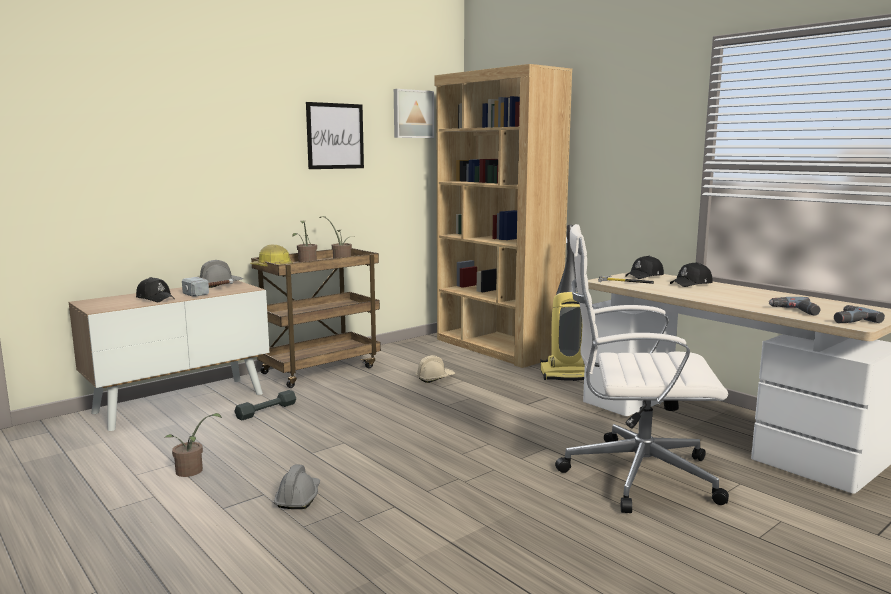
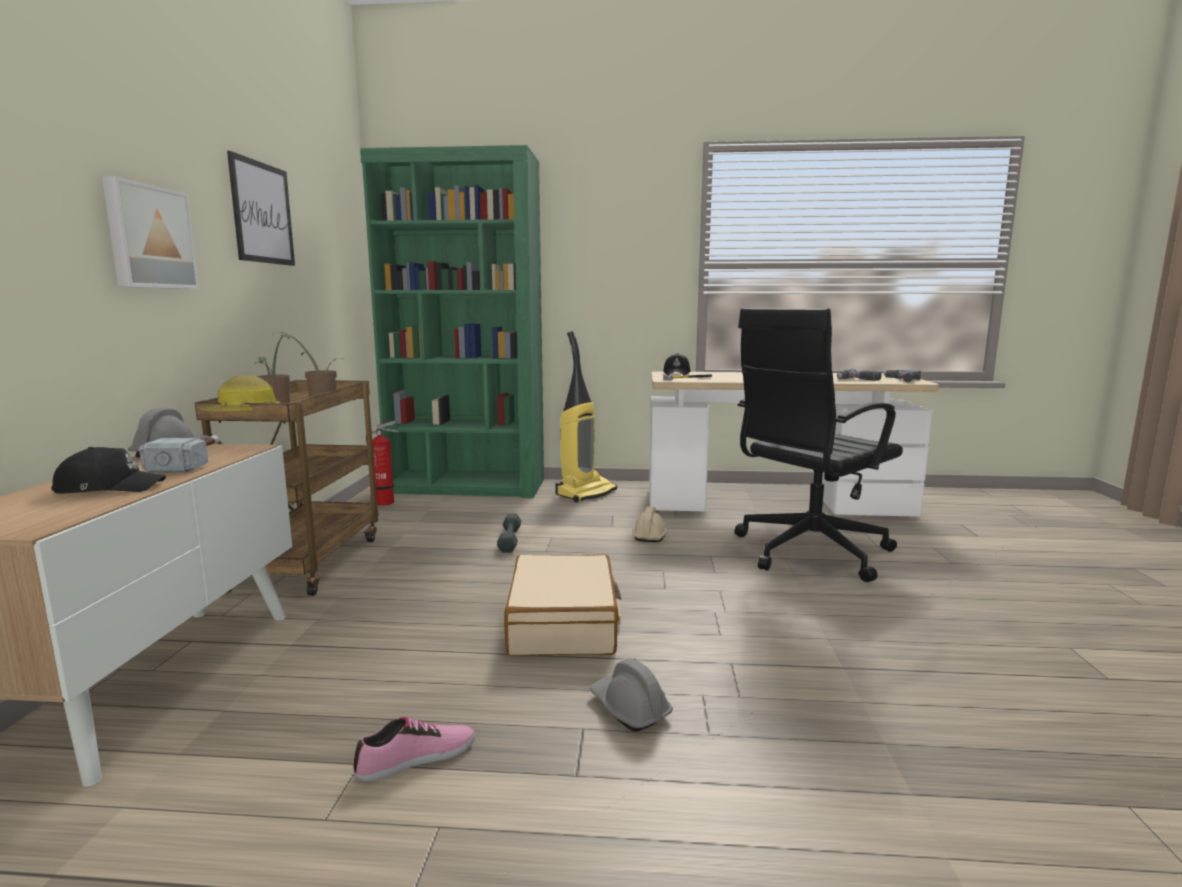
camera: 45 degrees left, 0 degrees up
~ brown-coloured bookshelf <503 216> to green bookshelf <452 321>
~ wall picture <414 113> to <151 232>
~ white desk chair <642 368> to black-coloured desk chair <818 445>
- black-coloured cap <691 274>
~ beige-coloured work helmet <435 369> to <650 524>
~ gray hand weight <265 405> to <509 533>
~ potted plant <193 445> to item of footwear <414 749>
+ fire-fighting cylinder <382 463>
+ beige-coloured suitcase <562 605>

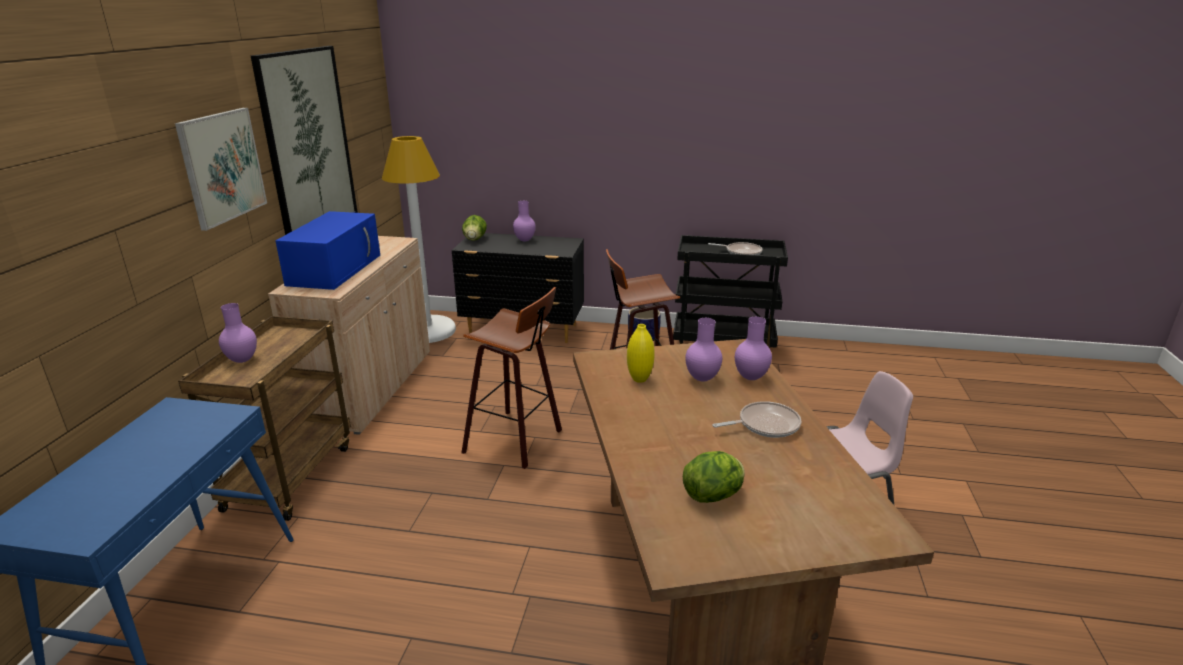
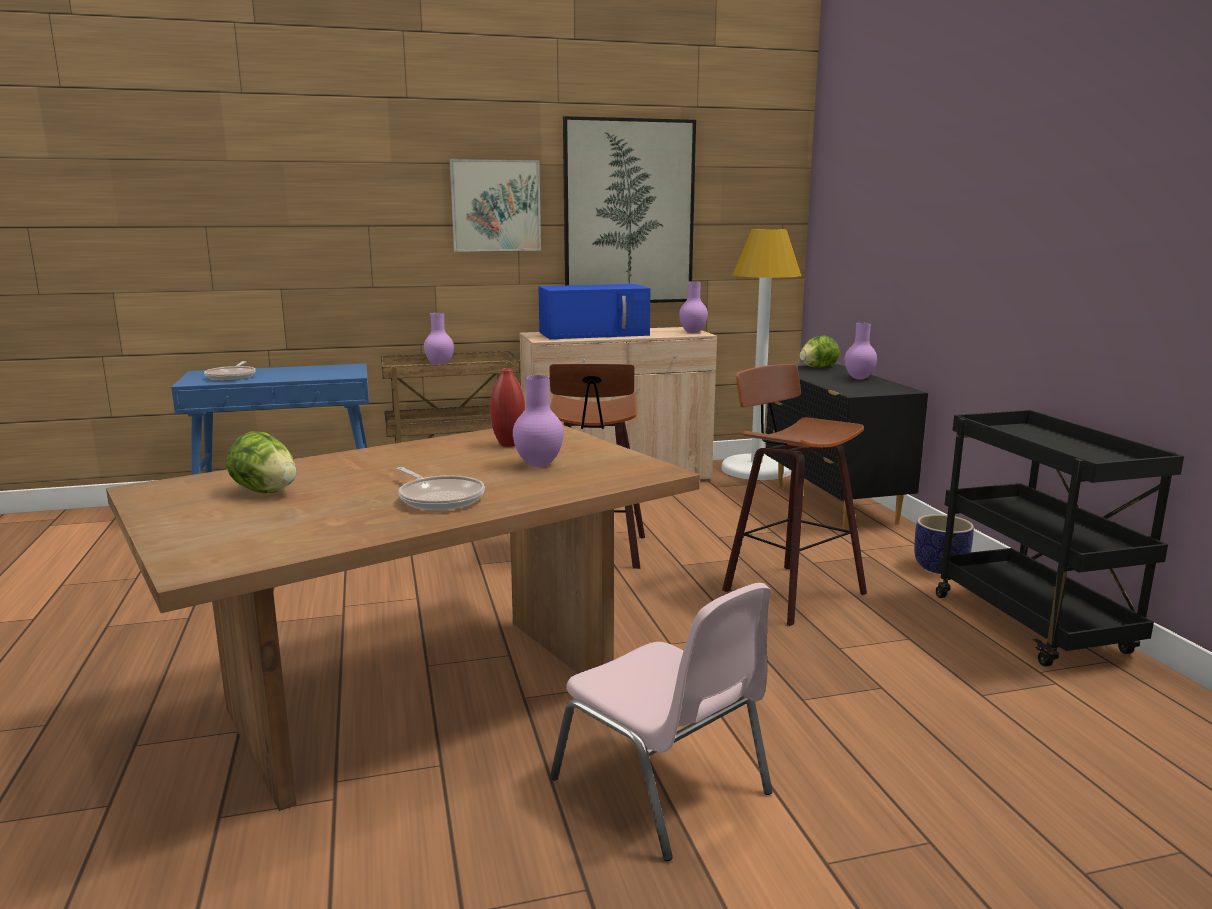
camera: 65 degrees right, 10 degrees down
~ skillet <735 248> to <230 371>
~ purple-coloured flower vase <753 348> to <693 307>
~ yellow flower vase <641 353> to reddish flower vase <507 407>

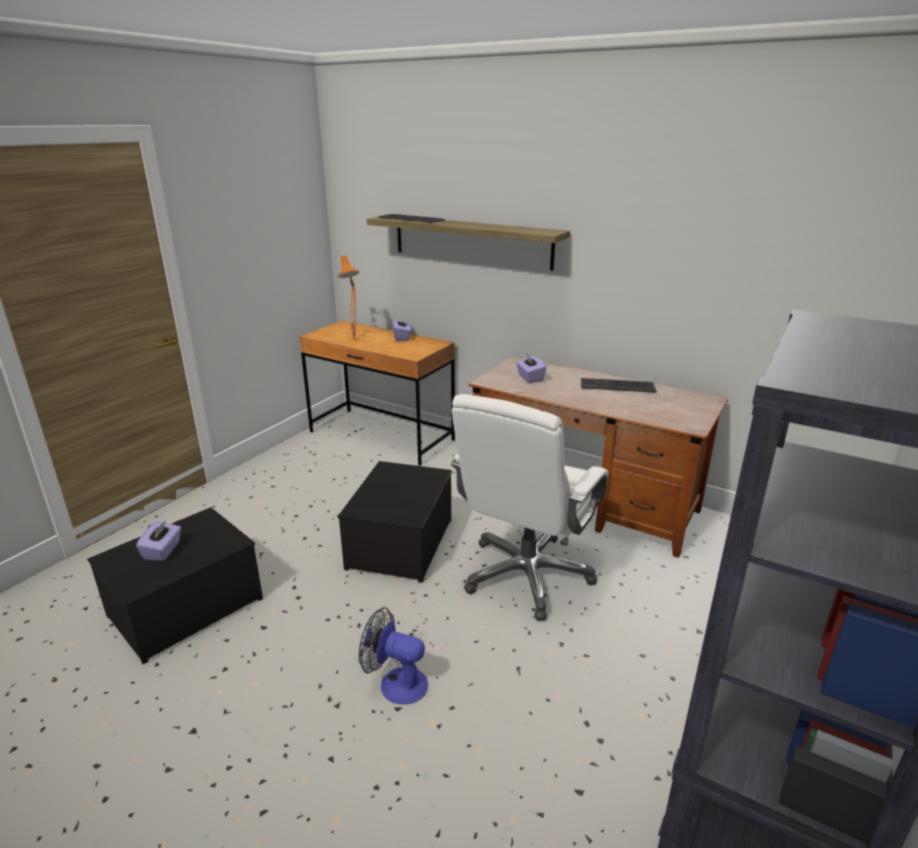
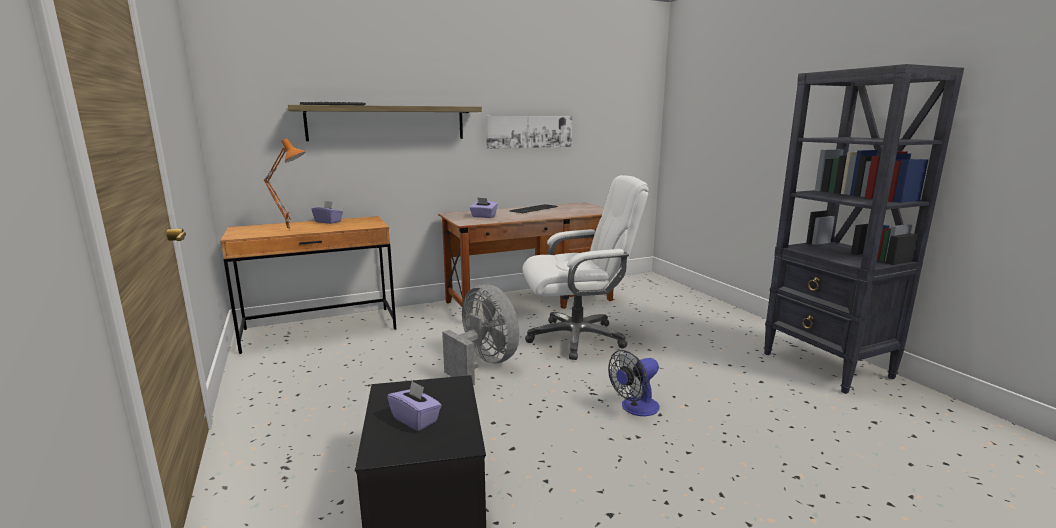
camera: 55 degrees left, 10 degrees down
~ white desk chair <530 507> = <585 267> 75 degrees counterclockwise
~ storage container <394 522> to gray fan <480 335>
+ wall picture <529 132>

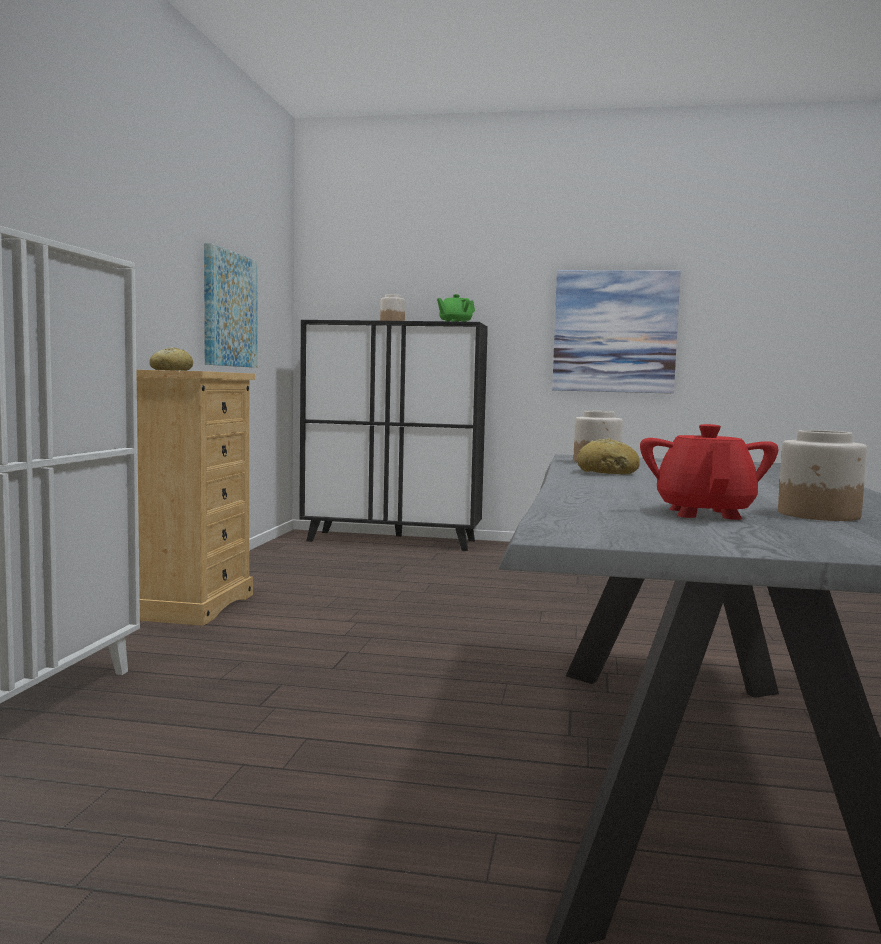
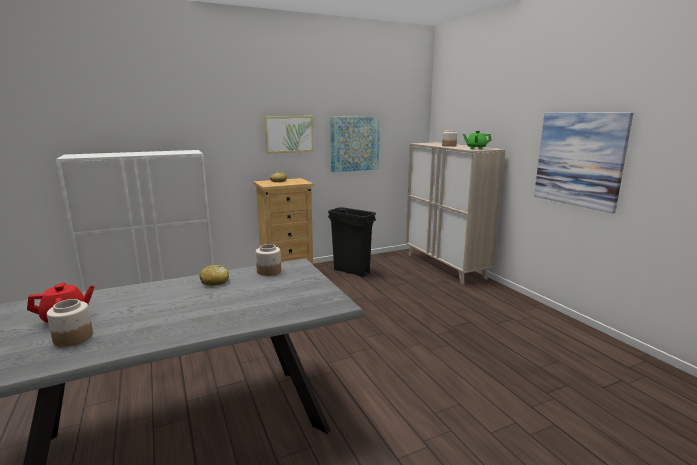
camera: 55 degrees right, 10 degrees up
~ black-coloured storage cabinet <393 435> to beige-coloured storage cabinet <455 213>
+ wall picture <289 135>
+ black-coloured trash can <352 242>

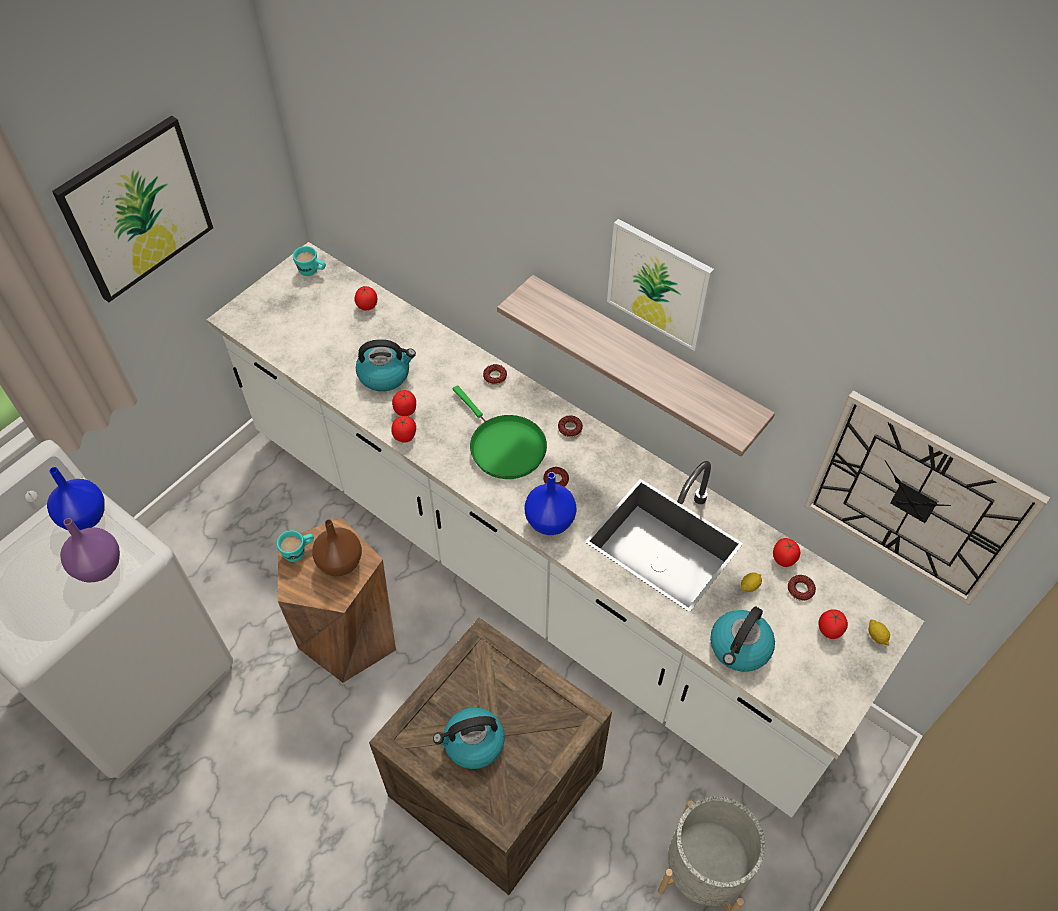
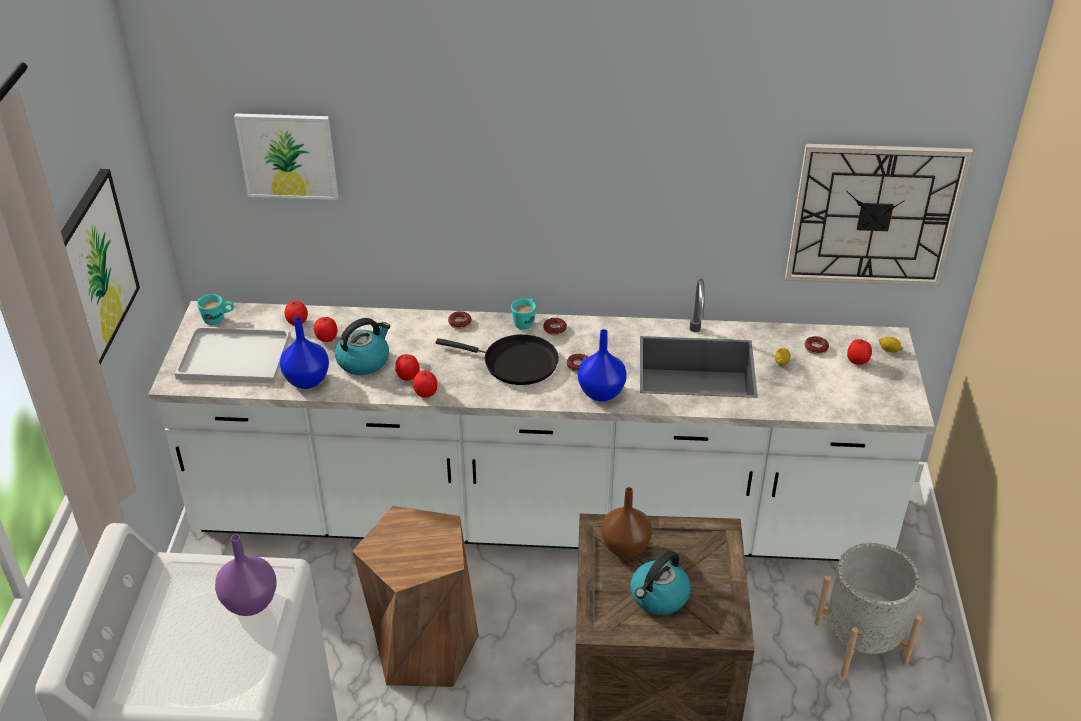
camera: 35 degrees left, 15 degrees down
~ wall picture <660 285> to <286 156>
- bracket shelf <636 365>
~ green skillet <500 432> to black-coloured skillet <497 359>
~ bluish flower vase <76 498> to <304 353>
~ brown-coloured flower vase <337 547> to <626 522>
~ turquoise tea mug <295 546> to <523 314>
~ tomato <786 552> to <326 329>
- kettle <742 639>
+ white serving tray <232 355>

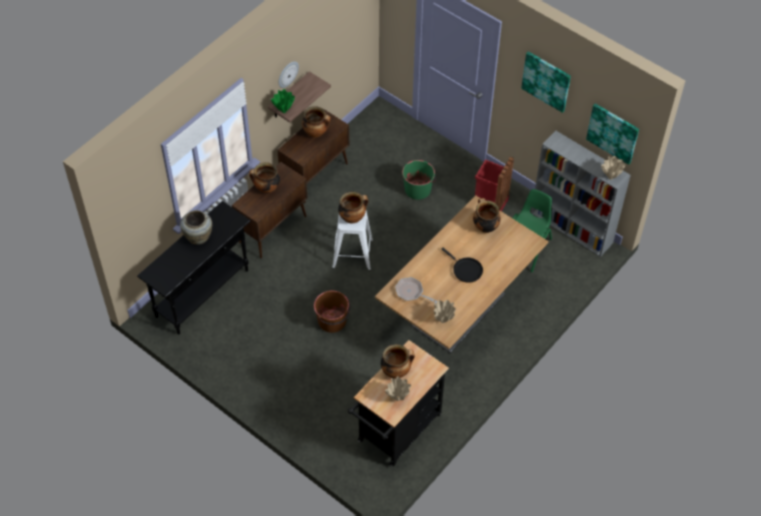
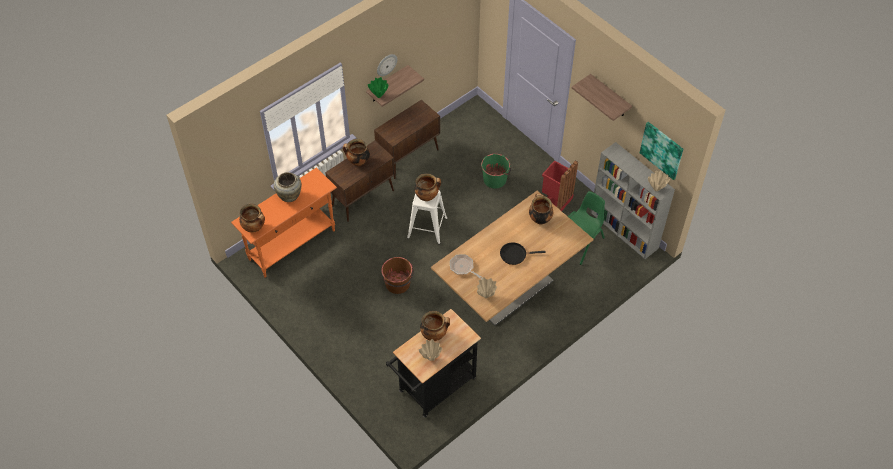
camera: 10 degrees right, 0 degrees up
~ wall picture <546 82> to bracket shelf <602 97>
~ stockpot <316 122> to <252 218>
~ black-coloured narrow table <194 268> to orange-coloured narrow table <284 222>
~ black-coloured skillet <462 265> = <523 253> 120 degrees clockwise

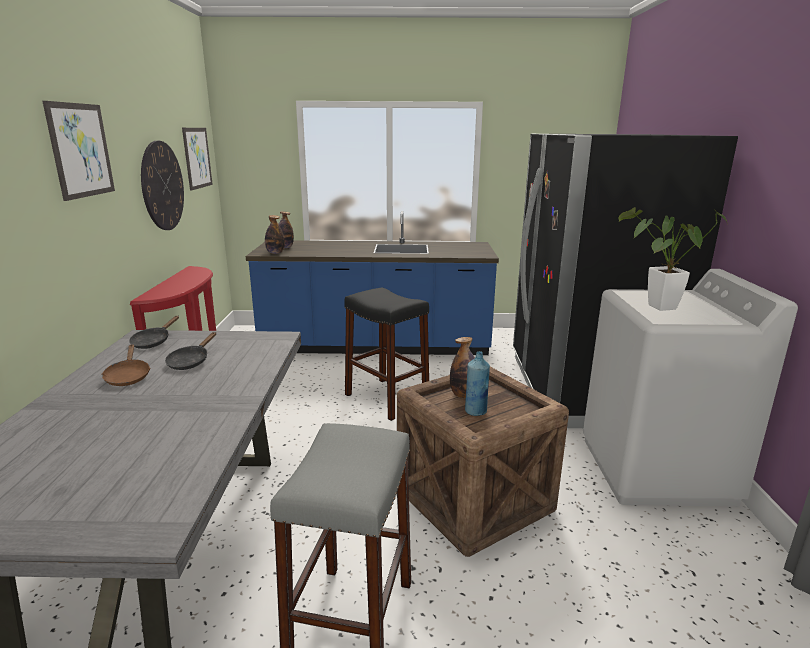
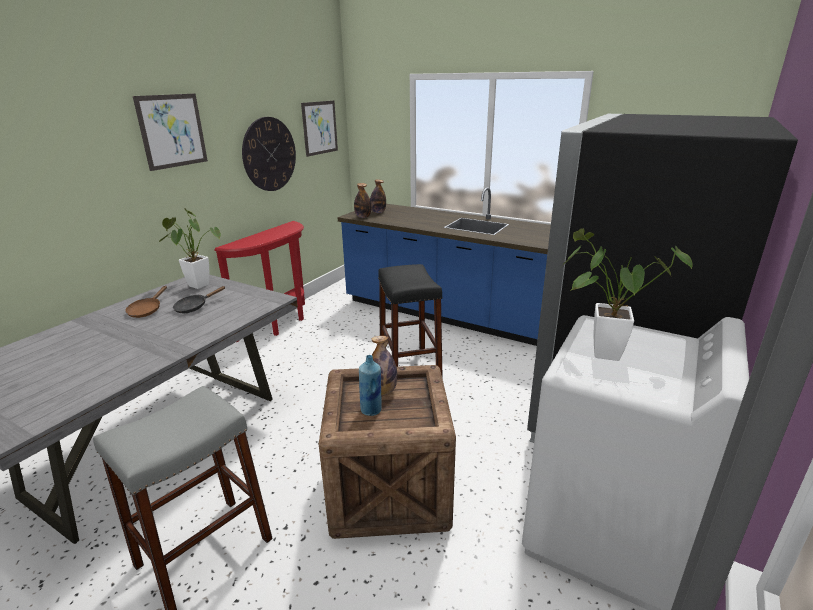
camera: 30 degrees right, 5 degrees up
~ black-coloured skillet <154 332> to potted plant <190 248>

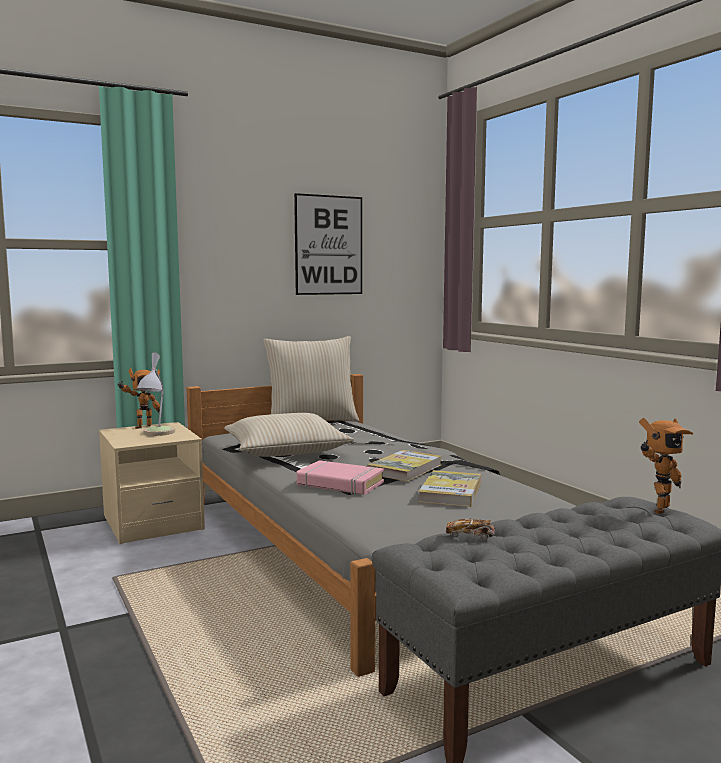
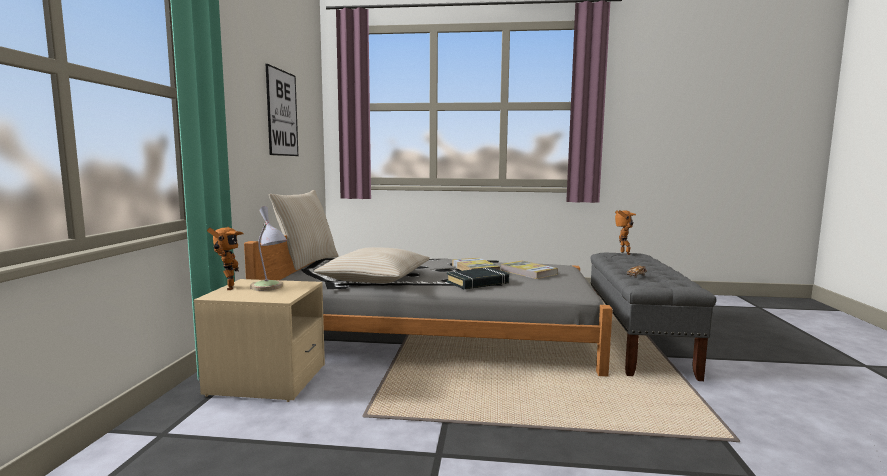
camera: 55 degrees left, 0 degrees up
~ pink-coloured bound book <340 477> to black-coloured bound book <478 278>

